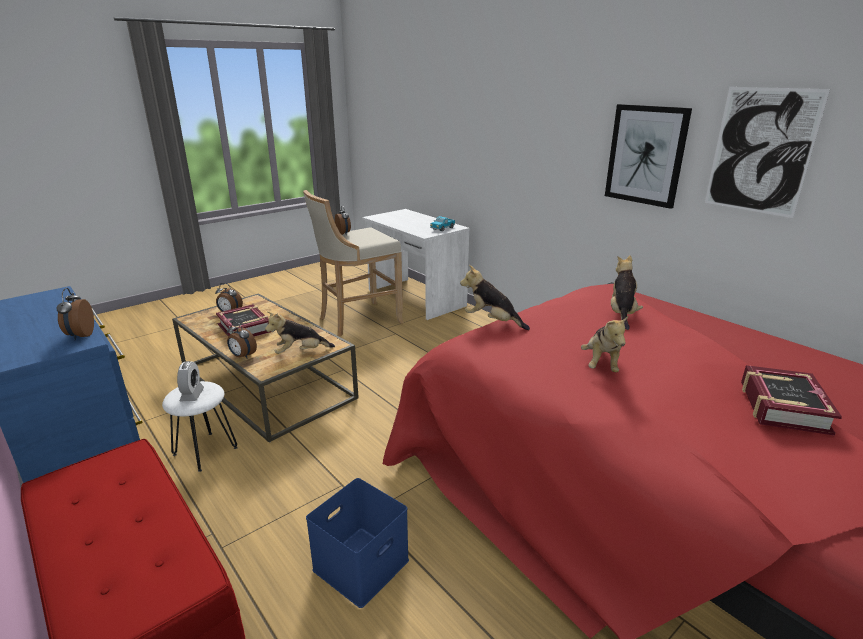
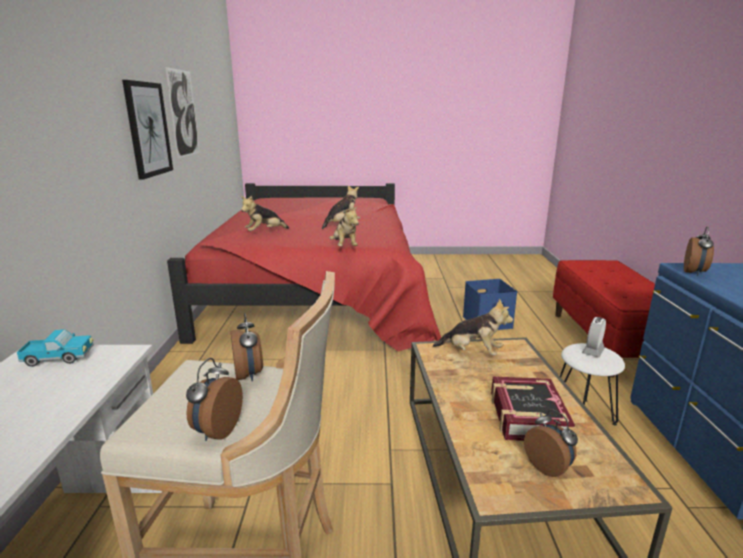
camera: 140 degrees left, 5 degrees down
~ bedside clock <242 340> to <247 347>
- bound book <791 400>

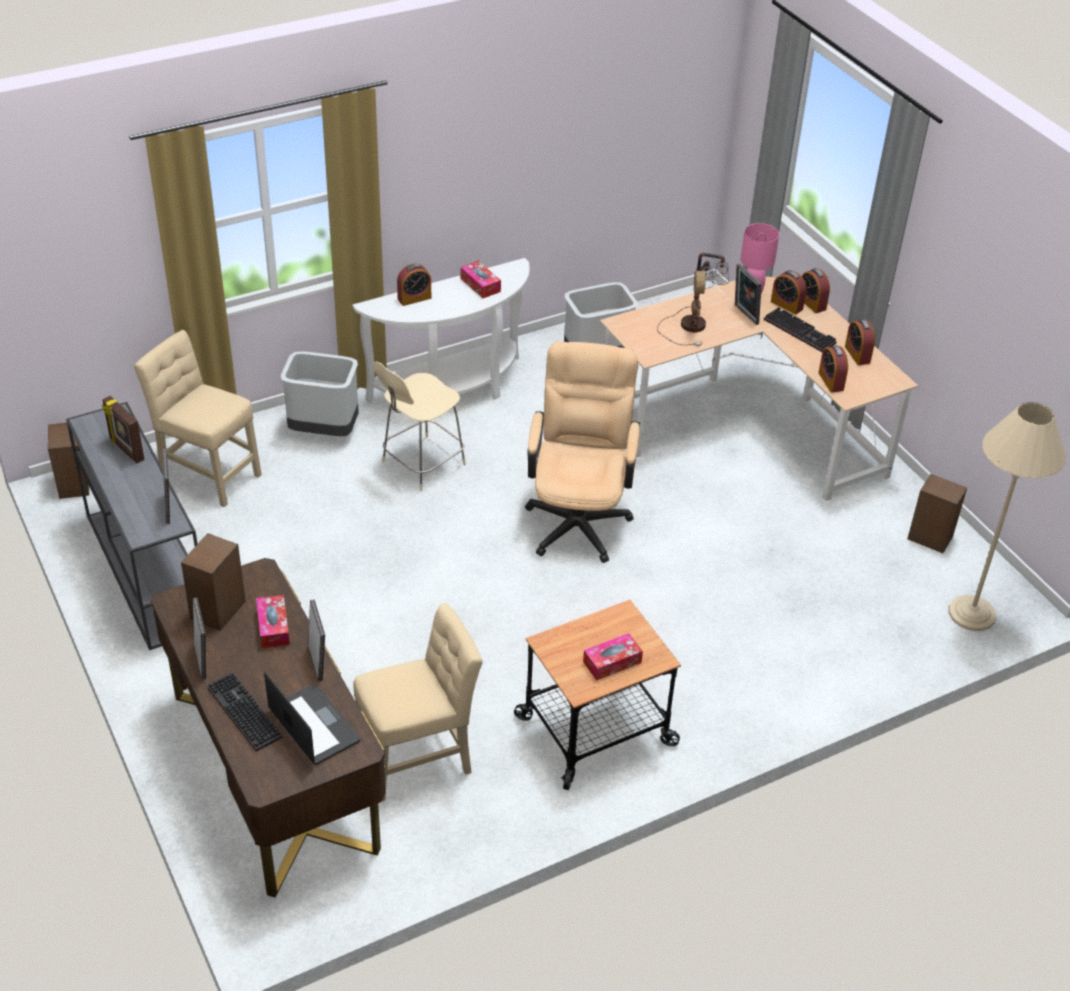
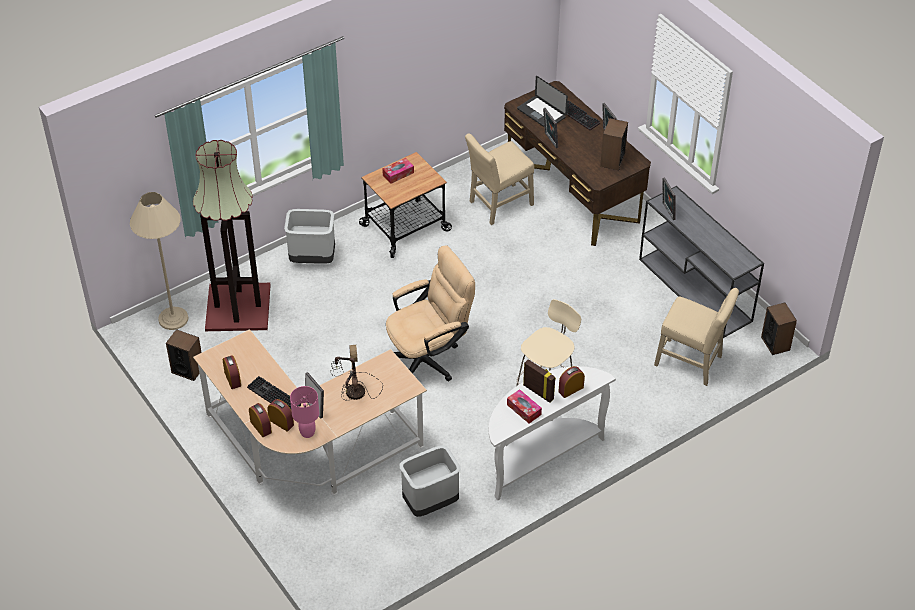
camera: 175 degrees right, 5 degrees up
~ beige-coloured desk chair <582 452> = <430 313> 120 degrees counterclockwise
- bedside clock <833 369>
~ gray trash can <320 393> to <309 236>
~ picture frame <123 429> to <539 381>
- tissue holder <273 622>
+ standard lamp <232 235>

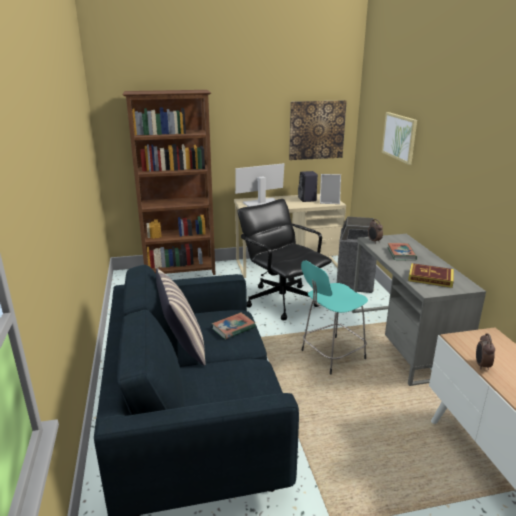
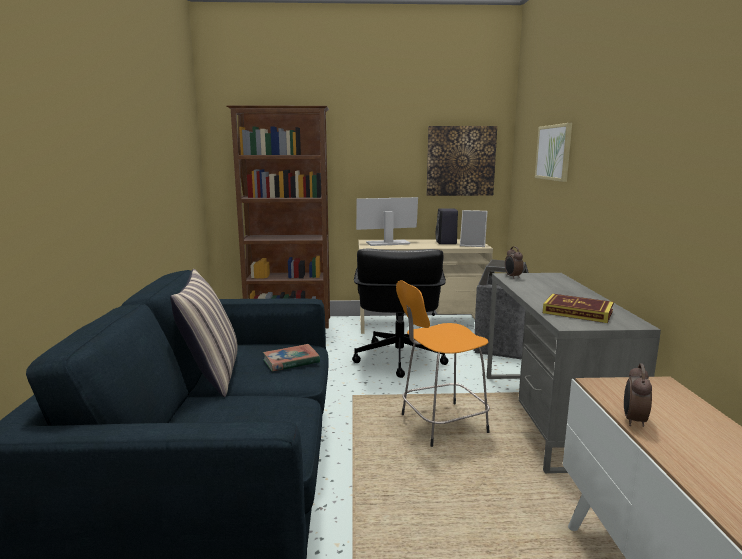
camera: 10 degrees right, 10 degrees down
~ black-coloured desk chair <285 259> = <400 313> 150 degrees counterclockwise
- bound book <402 251>
~ turquoise stool seat <334 317> to orange-coloured stool seat <443 363>

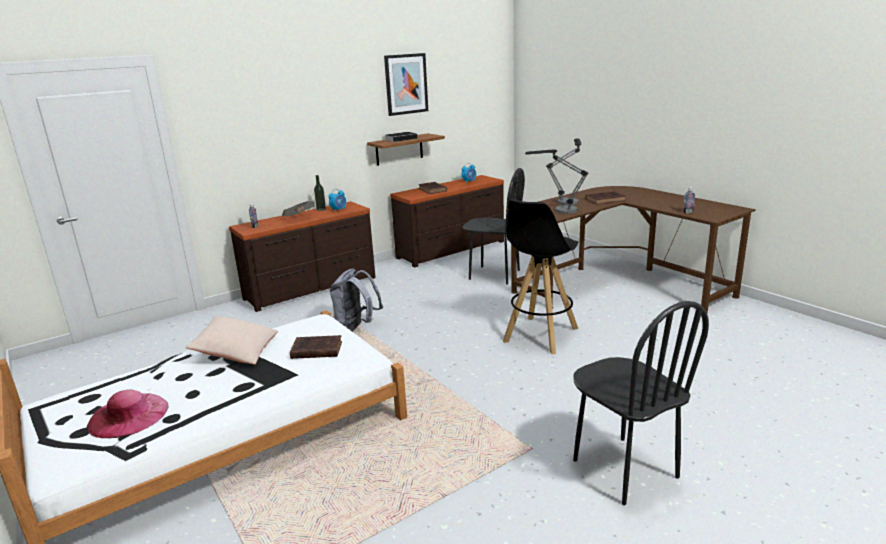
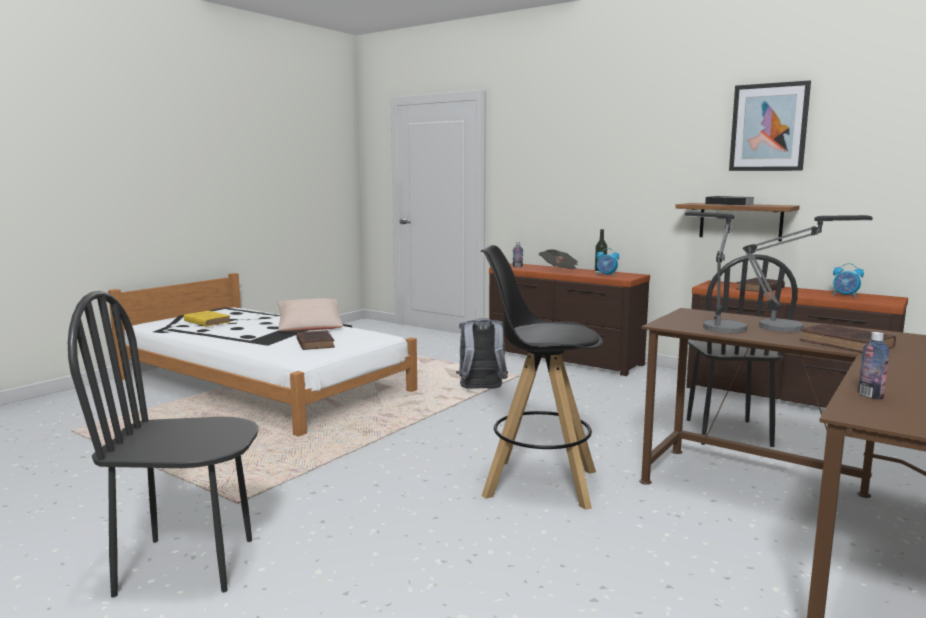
camera: 70 degrees right, 10 degrees down
~ black-coloured chair <641 403> = <163 444> 45 degrees clockwise
~ pink-coloured wearable hat <128 414> to yellow bound book <207 319>

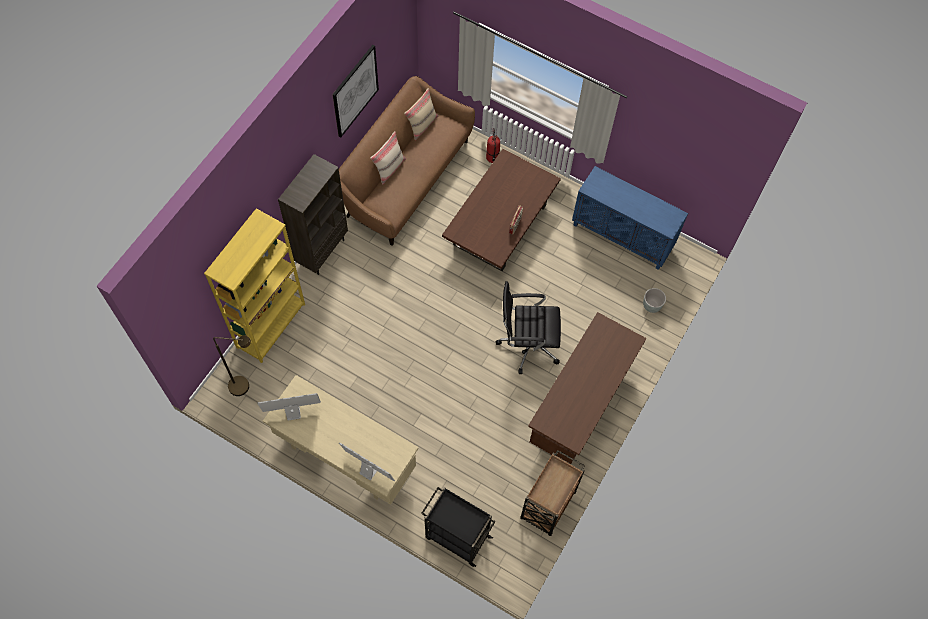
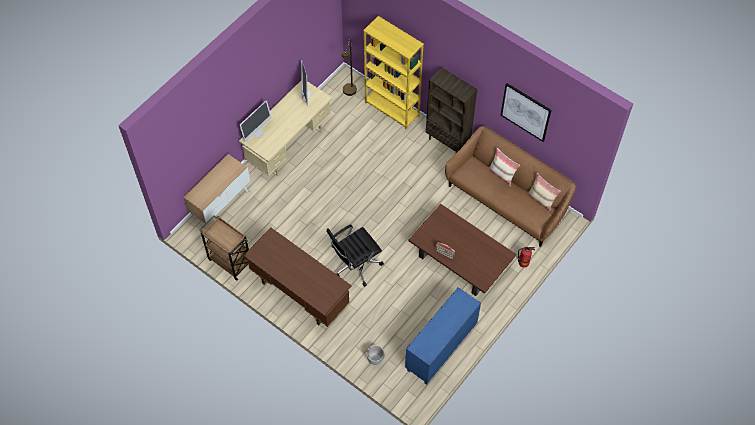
camera: 100 degrees right, 5 degrees down
~ black-coloured desk chair <528 327> = <355 255> 135 degrees counterclockwise
~ black-coloured trolley <458 527> to storage cabinet <217 190>

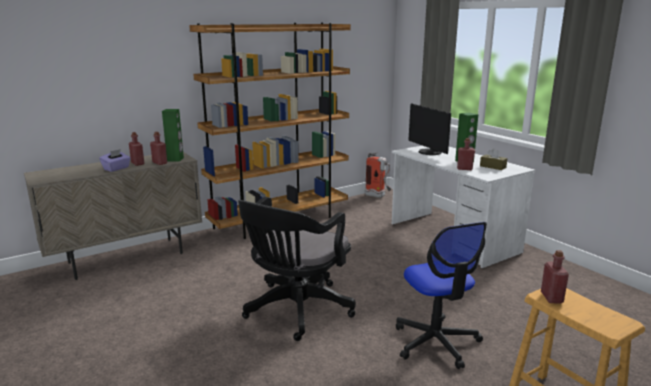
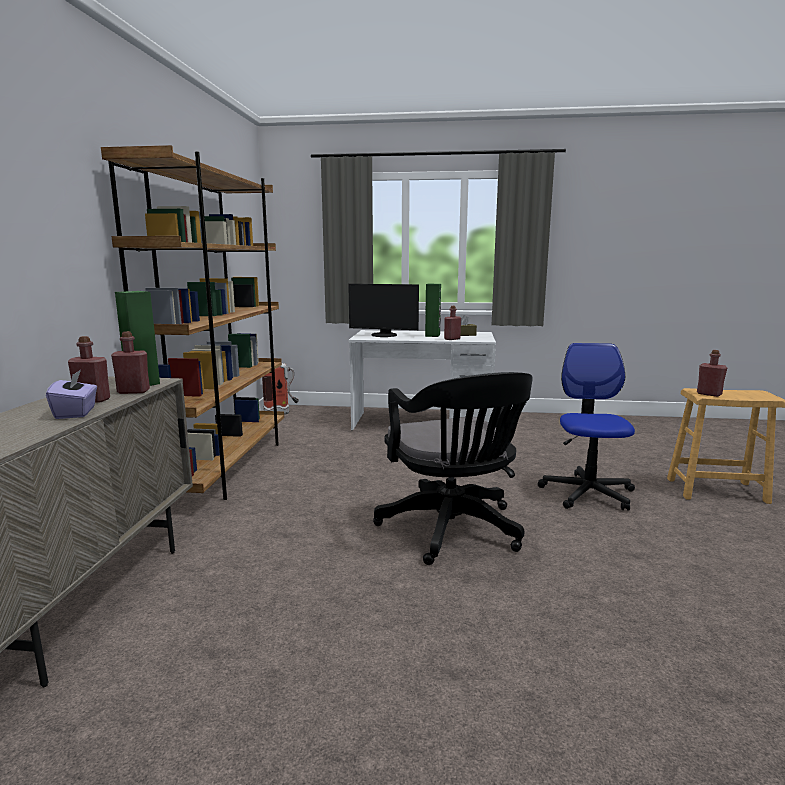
camera: 50 degrees left, 5 degrees down
~ desk chair <441 295> = <586 427> 105 degrees counterclockwise

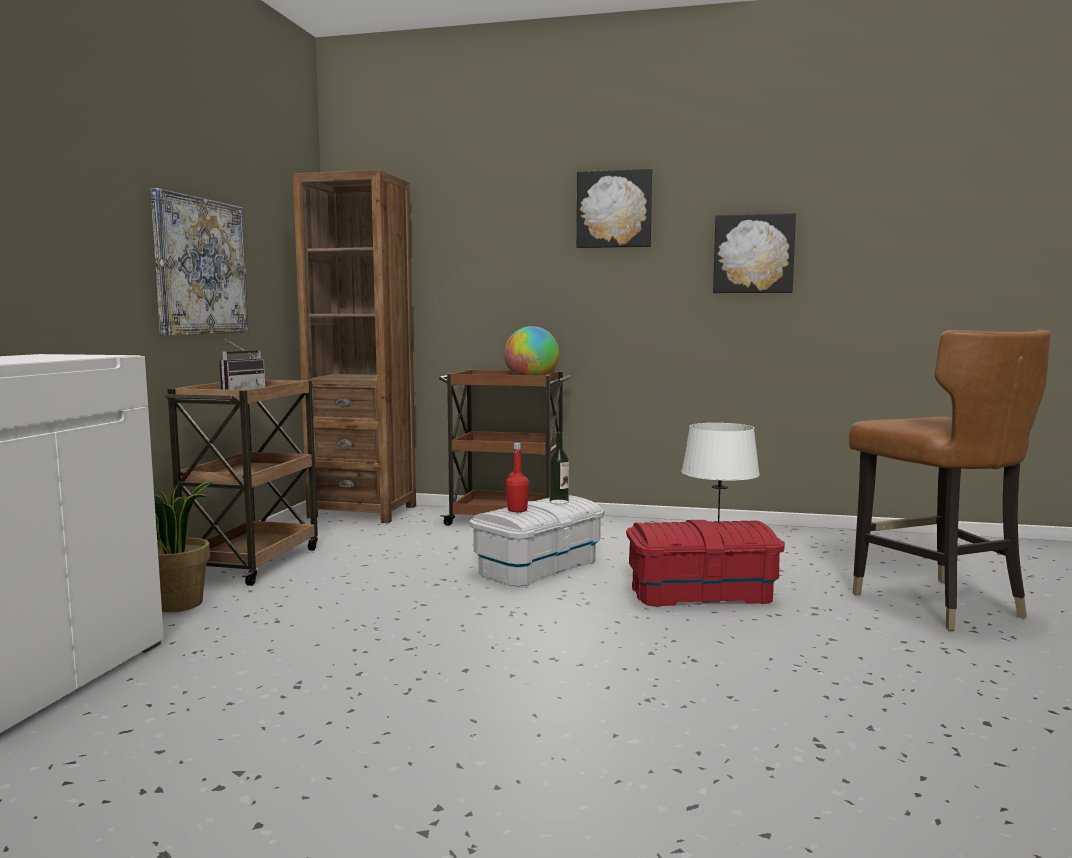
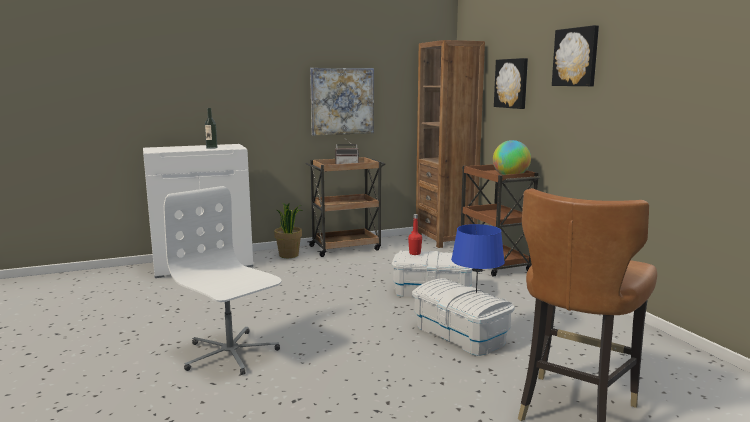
camera: 55 degrees right, 5 degrees up
~ wall picture <754 253> to <511 83>
~ white table lamp <720 472> to bluish table lamp <478 258>
~ bottle <559 468> to <211 128>
~ reddish storage container <705 563> to white storage container <463 317>
+ white desk chair <222 280>

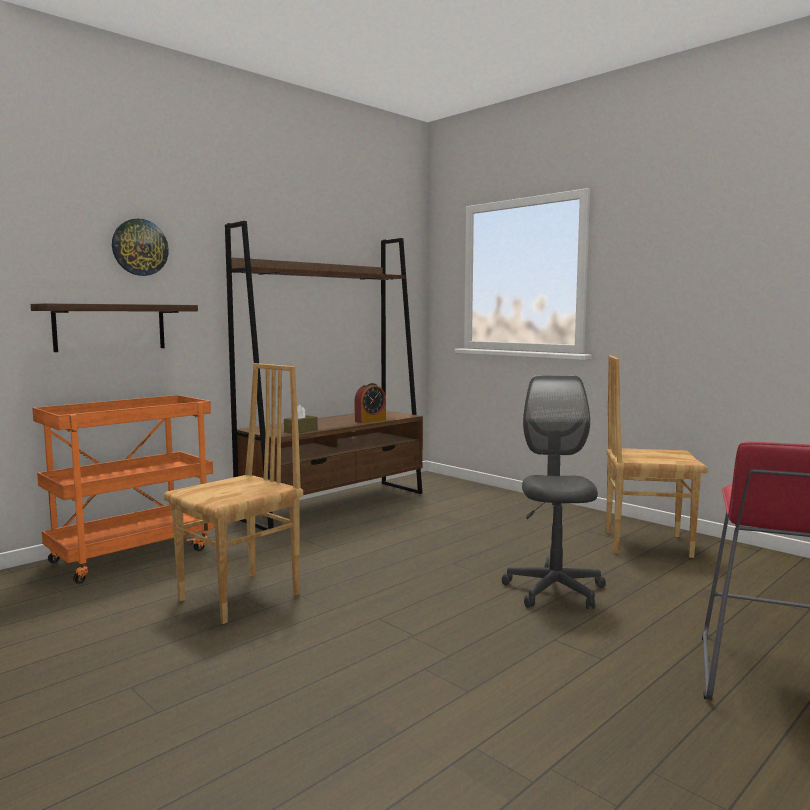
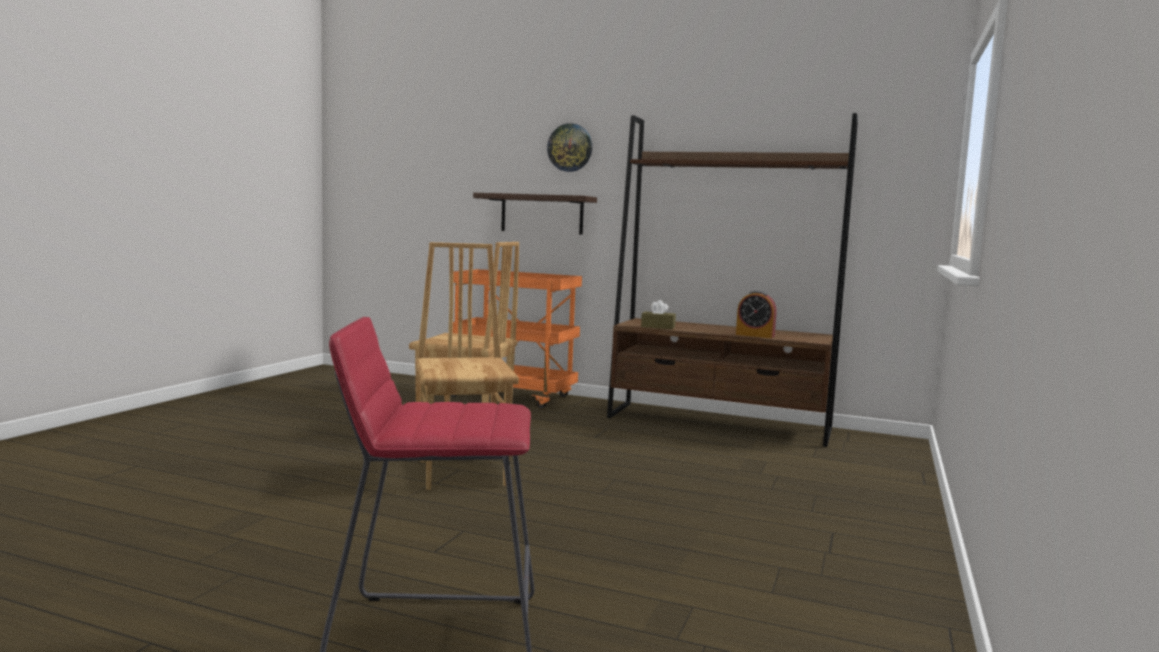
camera: 65 degrees right, 0 degrees up
~ brown-coloured chair <657 456> to <467 366>
- gray desk chair <554 492>

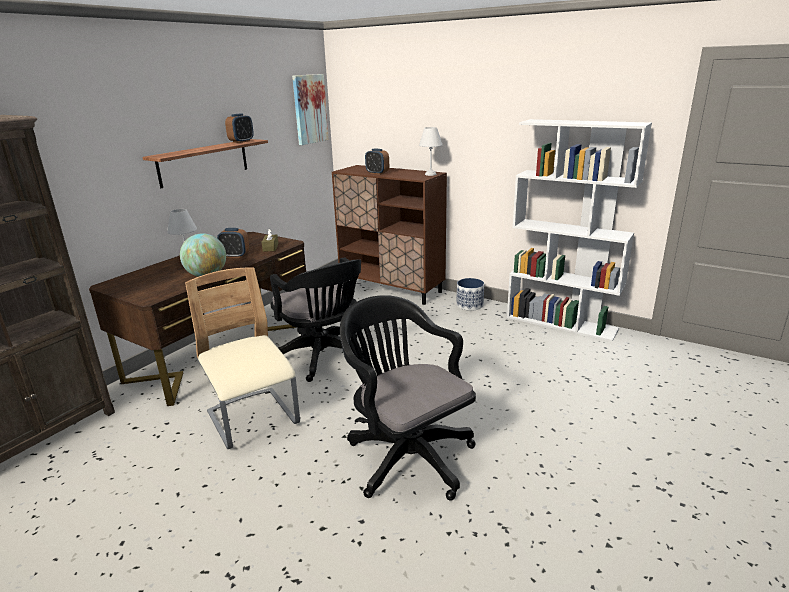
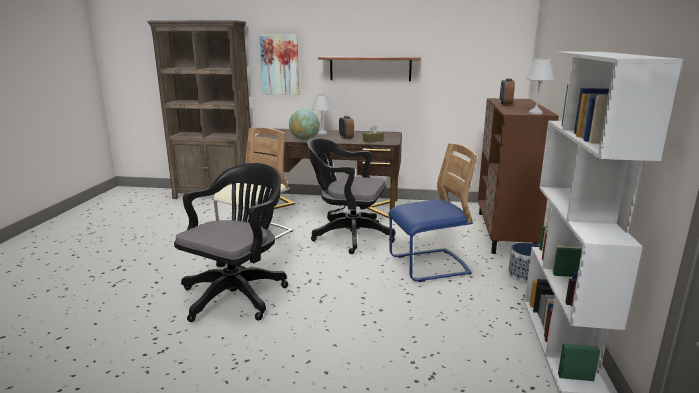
camera: 65 degrees right, 5 degrees down
~ wall picture <310 109> to <279 65>
- bedside clock <239 128>
~ black-coloured desk chair <317 319> = <351 196> 75 degrees clockwise
+ bluish chair <432 212>

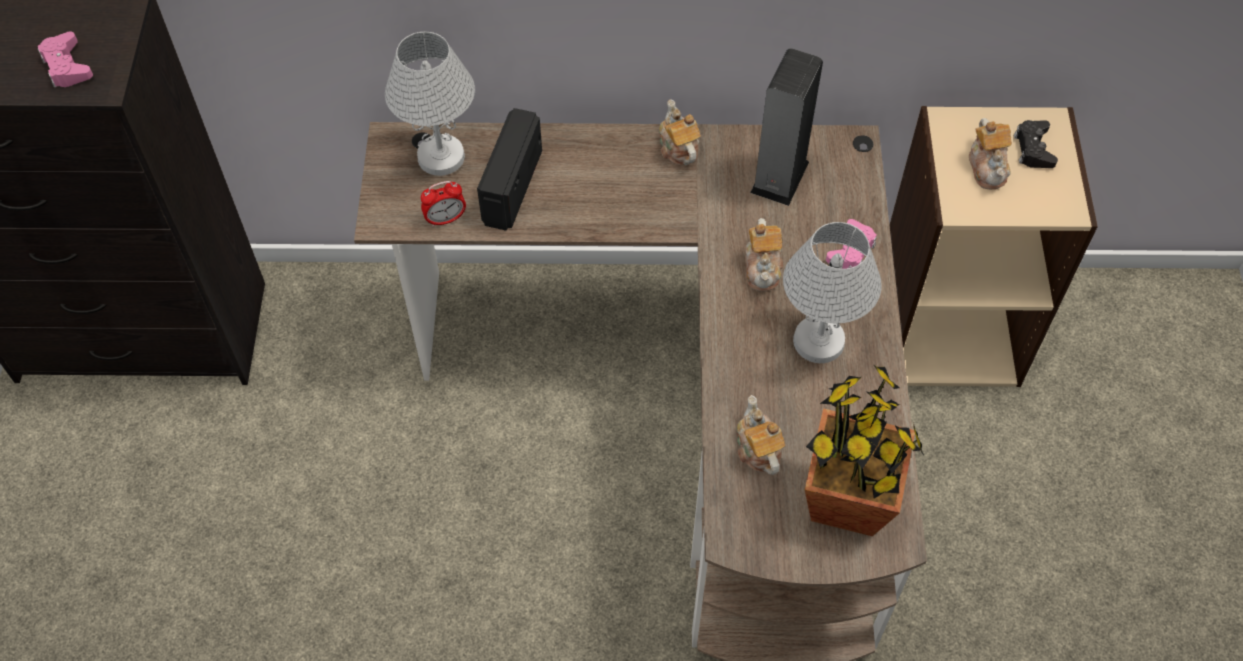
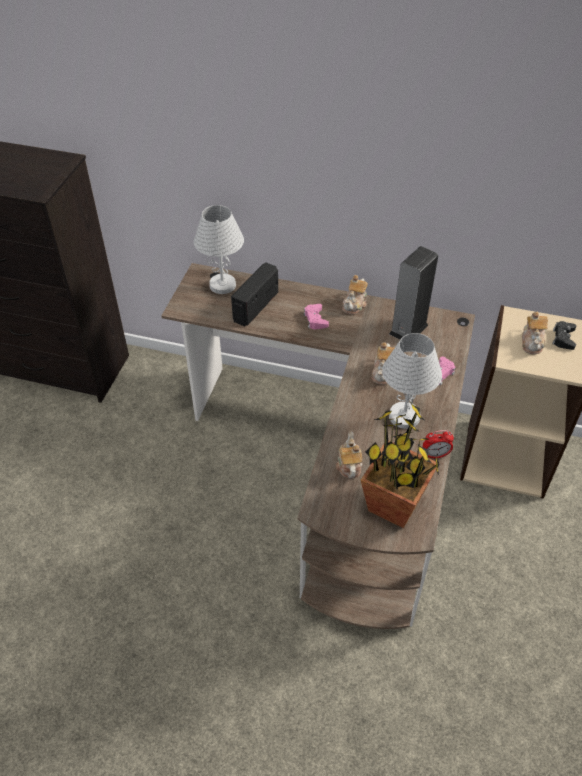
camera: 15 degrees right, 10 degrees down
~ pink-coloured game controller <65 59> to <316 316>
~ pot for tea <680 132> = <355 295> 150 degrees counterclockwise
~ bedside clock <443 204> to <438 444>

